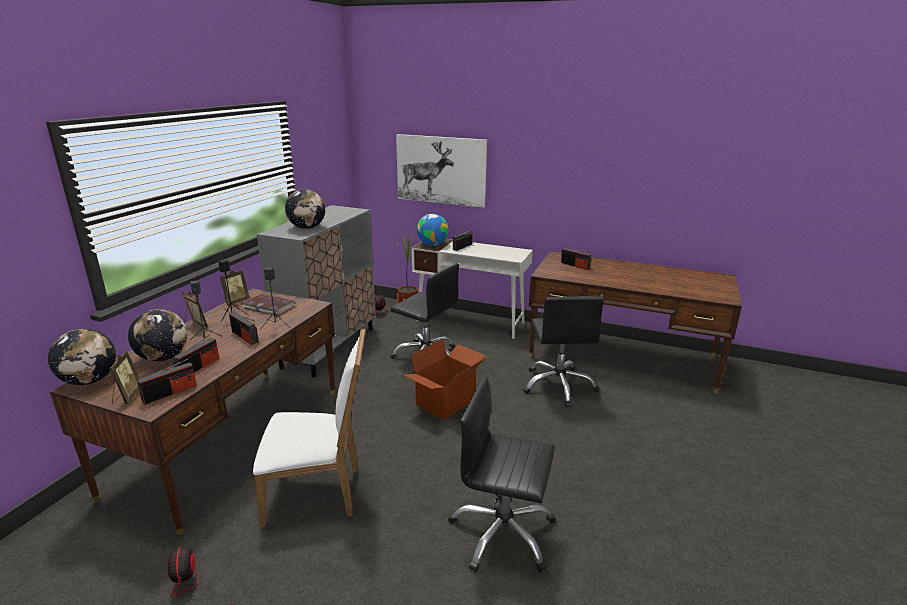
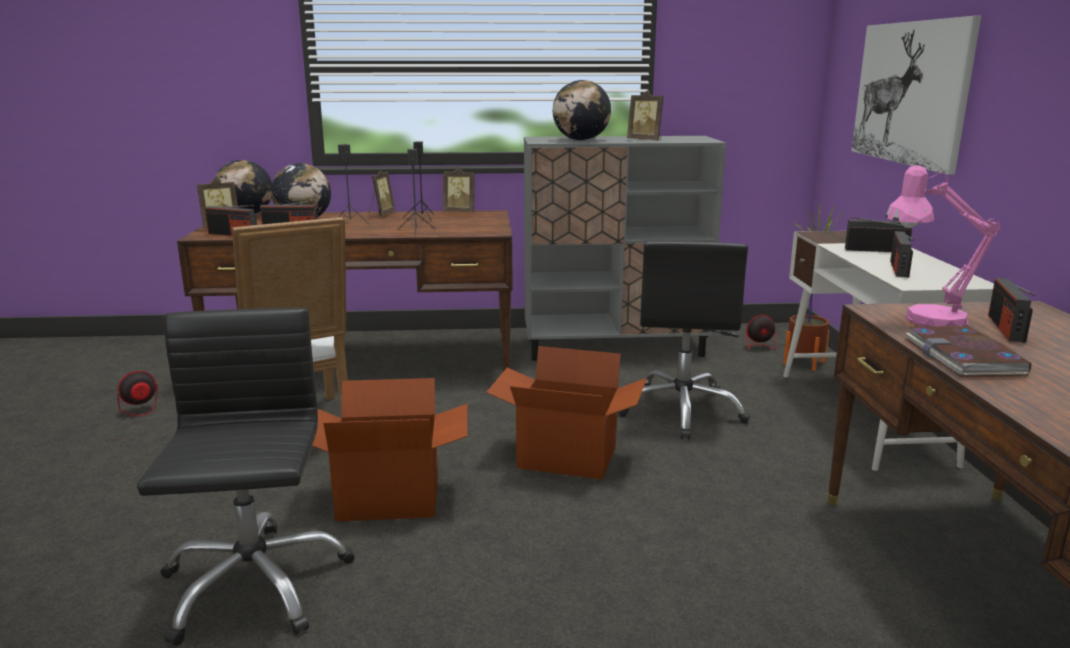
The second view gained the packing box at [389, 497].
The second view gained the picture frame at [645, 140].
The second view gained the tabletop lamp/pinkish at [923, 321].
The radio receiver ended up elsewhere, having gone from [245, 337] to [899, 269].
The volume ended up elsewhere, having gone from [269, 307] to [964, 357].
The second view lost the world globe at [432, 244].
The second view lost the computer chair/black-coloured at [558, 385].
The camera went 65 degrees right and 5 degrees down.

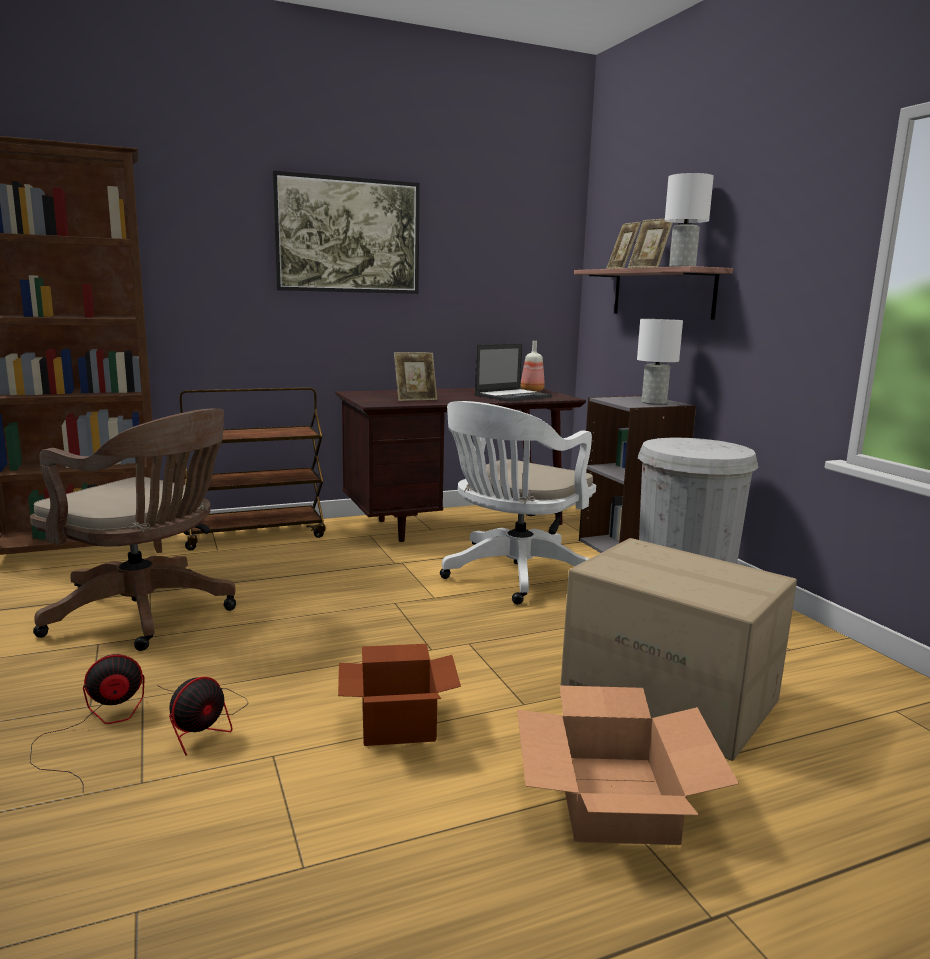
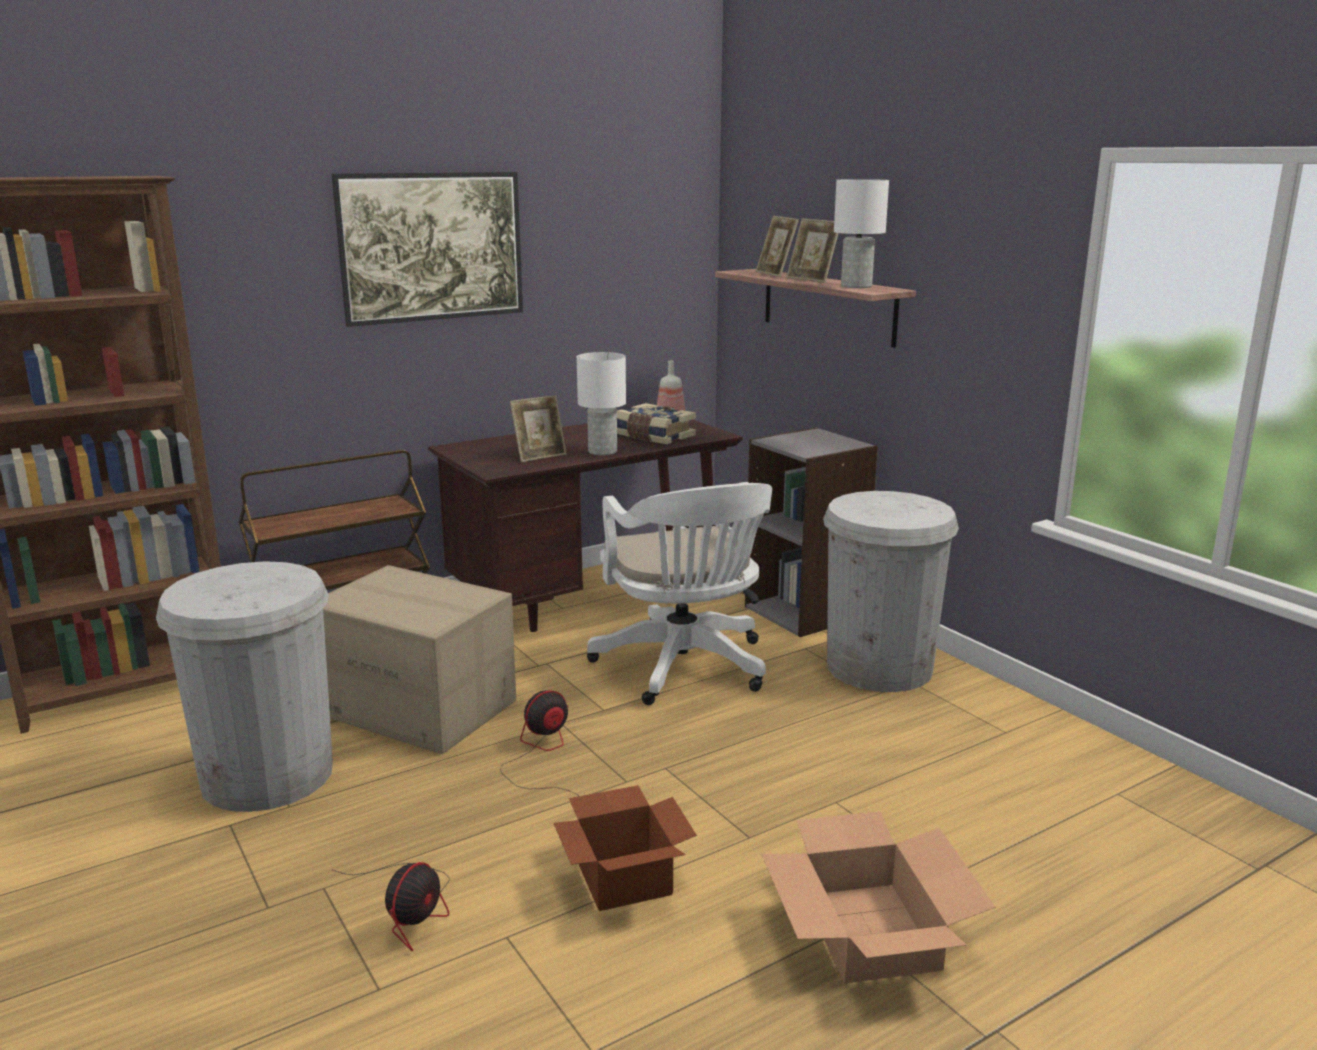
Where the computer chair/brown stood at [147, 614], the trash can/white came to stand at [267, 775].
The packing box ended up elsewhere, having gone from [670, 696] to [419, 707].
The cooling fan ended up elsewhere, having gone from [96, 727] to [542, 754].
The tabletop lamp/white ended up elsewhere, having gone from [654, 403] to [603, 452].
The computer chair/white at [513, 576] ended up facing another way, 45 degrees counterclockwise from before.
Where the portable computer stood at [513, 396], the volume came to stand at [654, 436].
The camera went 10 degrees left and 5 degrees up.

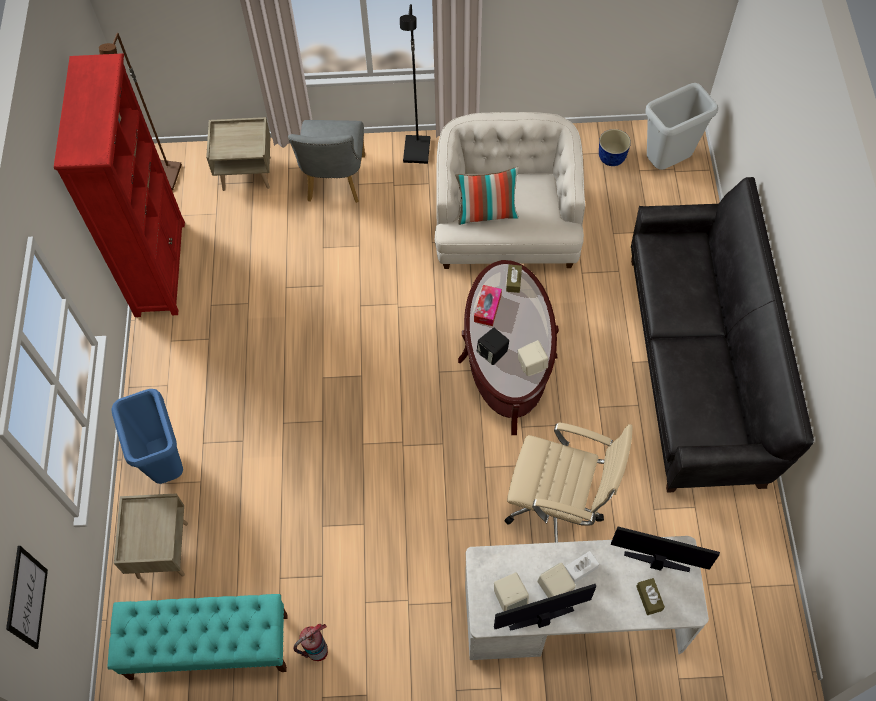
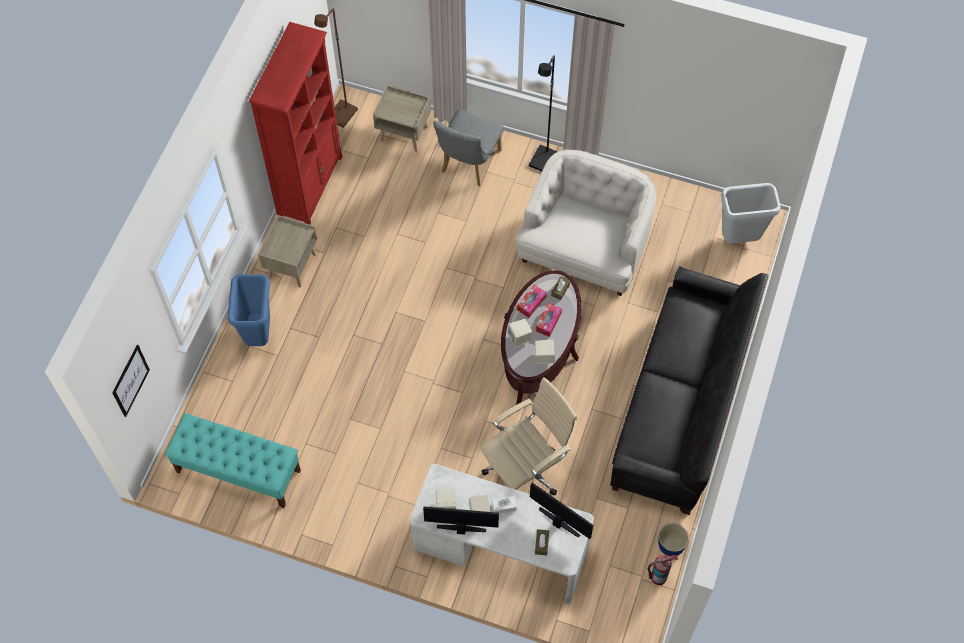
The nightstand/beige-coloured ended up elsewhere, having gone from [162, 549] to [292, 265].
The computer chair/beige-coloured at [558, 508] ended up facing another way, 75 degrees counterclockwise from before.
What was the audio speaker/black-coloured at [492, 353] turned into the audio speaker/beige-coloured at [519, 338].
The second view gained the box of tissues at [548, 322].
The fire-fighting cylinder ended up elsewhere, having gone from [317, 651] to [658, 577].
The plant pot ended up elsewhere, having gone from [612, 159] to [671, 546].
The second view lost the cushion at [487, 213].
The camera went 20 degrees right and 0 degrees up.

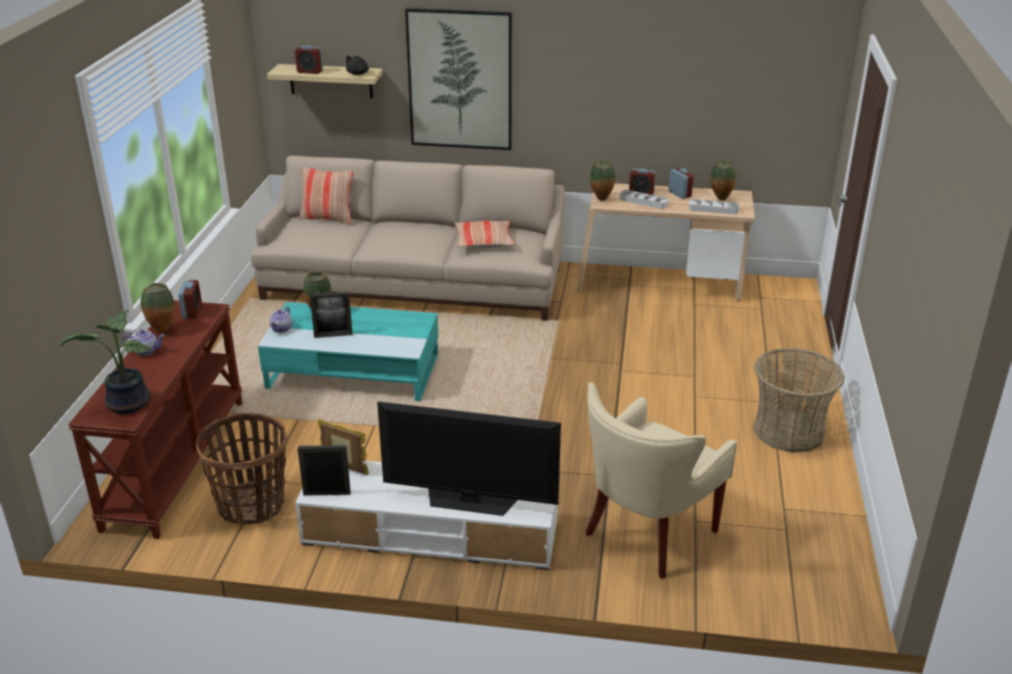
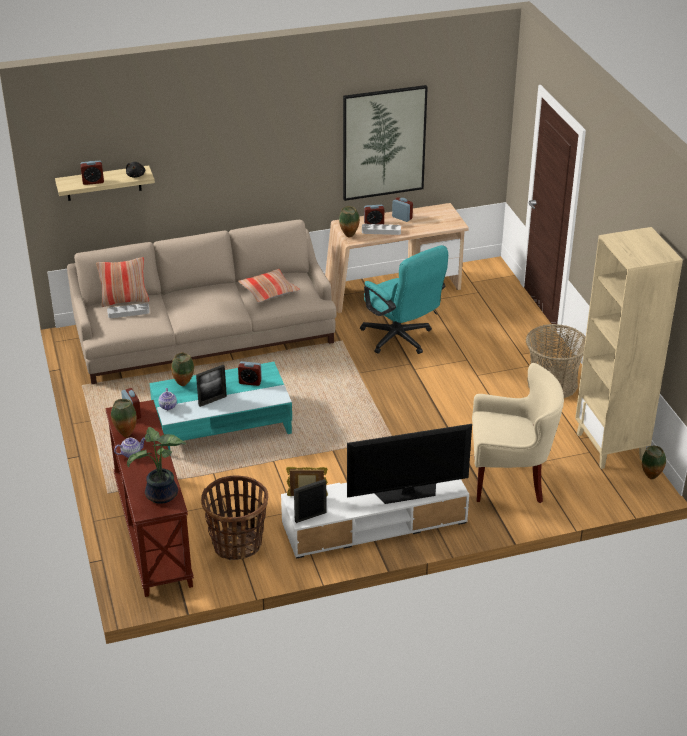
The carrying tray/greyish ended up elsewhere, having gone from [713, 209] to [128, 313].
The second view gained the bedside clock at [250, 382].
The picture ended up elsewhere, having gone from [460, 80] to [384, 143].
The second view gained the computer chair/blue-green at [401, 340].
The easy chair/beige-coloured at [647, 534] ended up facing another way, 105 degrees counterclockwise from before.
The second view gained the bookshelf/beige-coloured at [611, 447].
The vase ended up elsewhere, having gone from [721, 199] to [651, 478].
The camera went 25 degrees left and 5 degrees up.

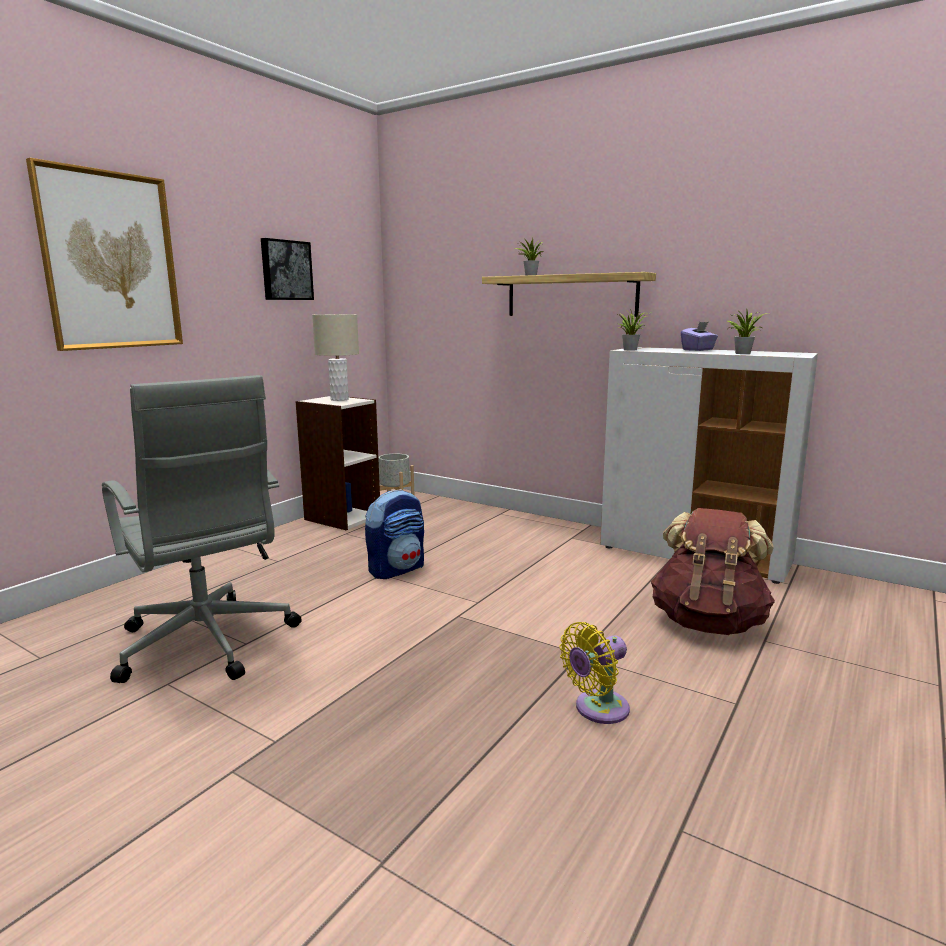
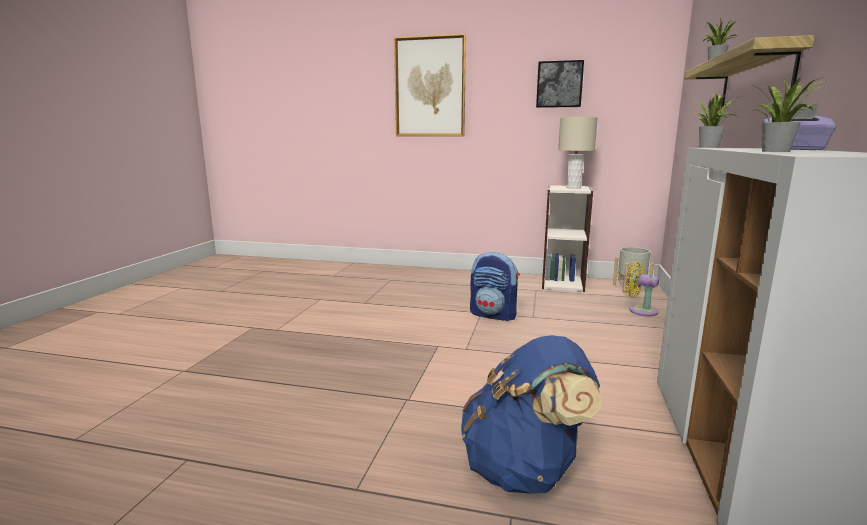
What was the backpack/brown at [708, 623] turned into the backpack/bluish at [524, 469].
The cooling fan/yellow-coloured ended up elsewhere, having gone from [597, 709] to [640, 310].
The second view lost the computer chair/greyish at [207, 644].
The camera went 70 degrees right and 0 degrees up.

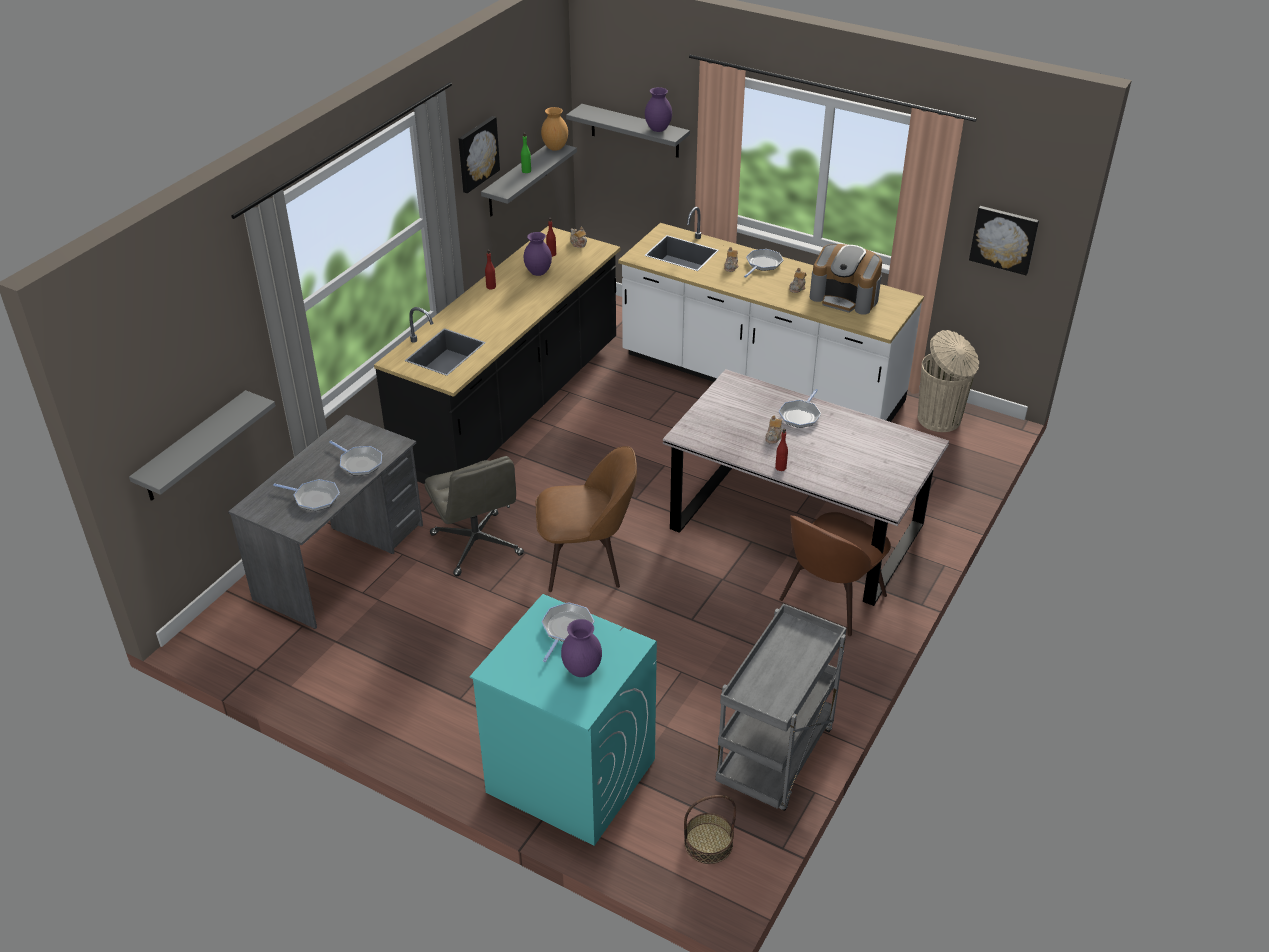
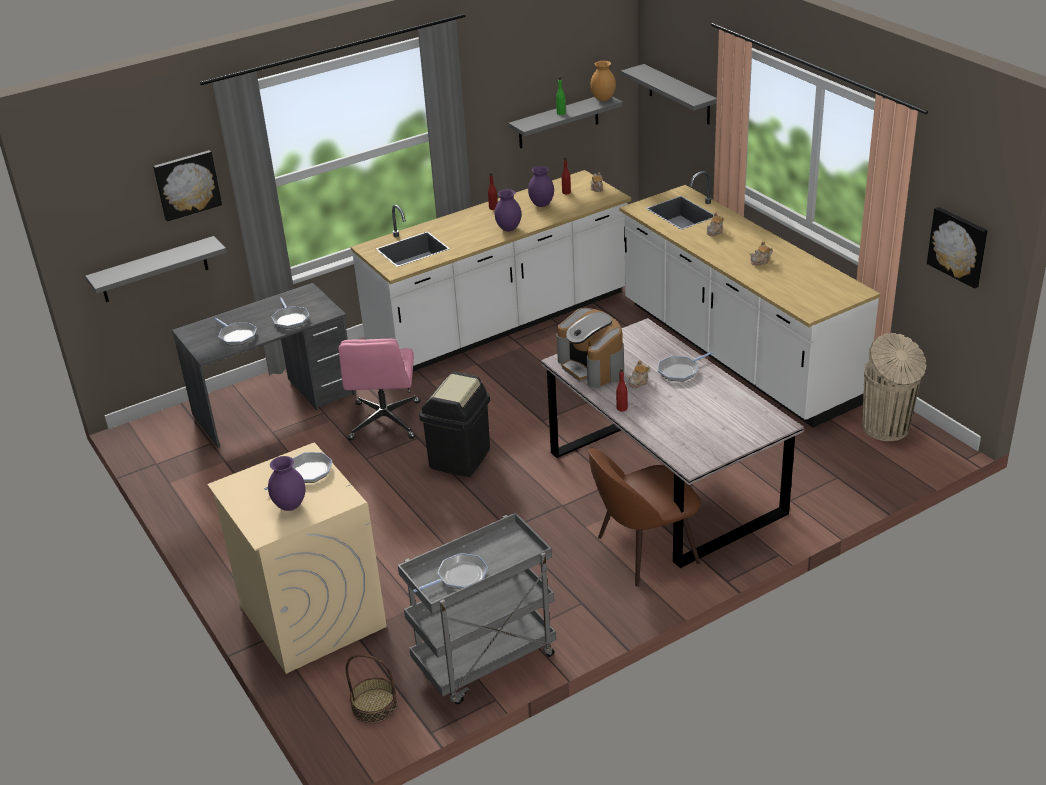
The picture ended up elsewhere, having gone from [477, 153] to [187, 184].
What was the laundry machine/blue-green at [569, 775] turned into the laundry machine/beige-coloured at [311, 615].
What was the computer chair/greyish at [477, 545] turned into the computer chair/pinkish at [385, 421].
What was the kitchen base unit/black-coloured at [512, 406] turned into the kitchen base unit/white at [501, 323].
The frying pan ended up elsewhere, having gone from [763, 264] to [459, 577].
Where the chair/brown stood at [586, 561], the trash can/black-coloured came to stand at [460, 458].
The vase/purple ended up elsewhere, having gone from [658, 130] to [508, 229].
The coffee brewer ended up elsewhere, having gone from [845, 297] to [592, 366].
The camera went 30 degrees right and 5 degrees down.

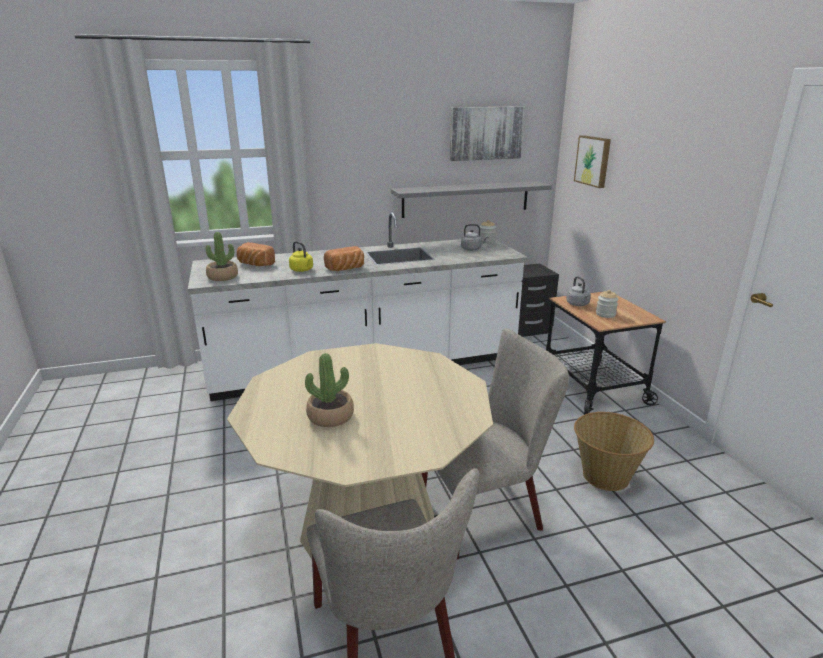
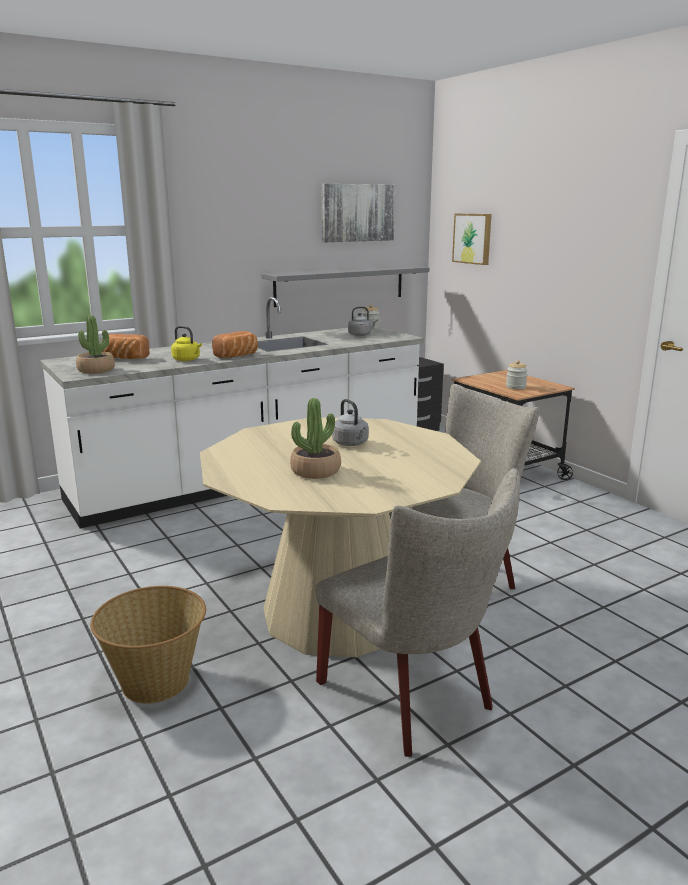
The storage basket ended up elsewhere, having gone from [605, 475] to [156, 680].
The tea kettle/greyish ended up elsewhere, having gone from [578, 304] to [351, 444].
The camera went 15 degrees left and 5 degrees down.

